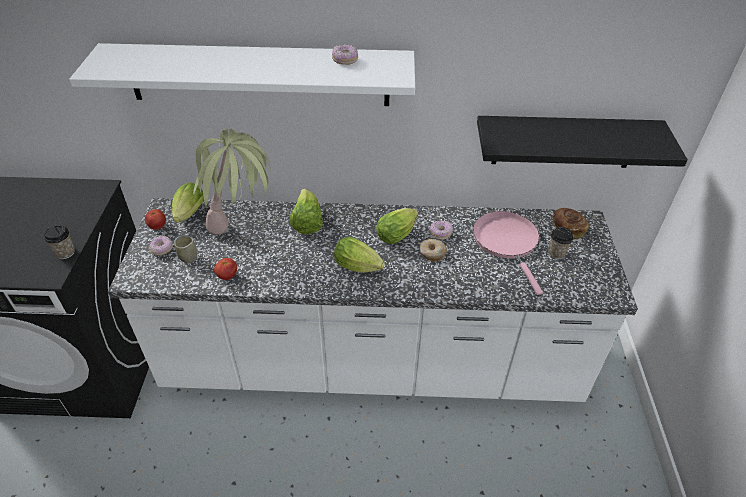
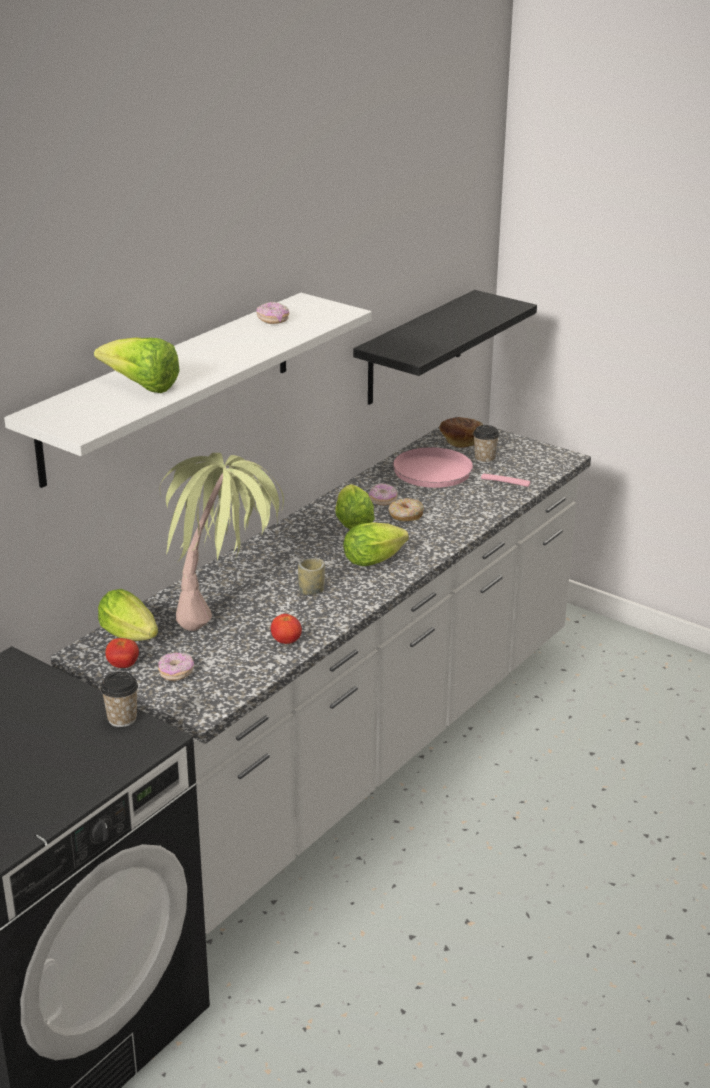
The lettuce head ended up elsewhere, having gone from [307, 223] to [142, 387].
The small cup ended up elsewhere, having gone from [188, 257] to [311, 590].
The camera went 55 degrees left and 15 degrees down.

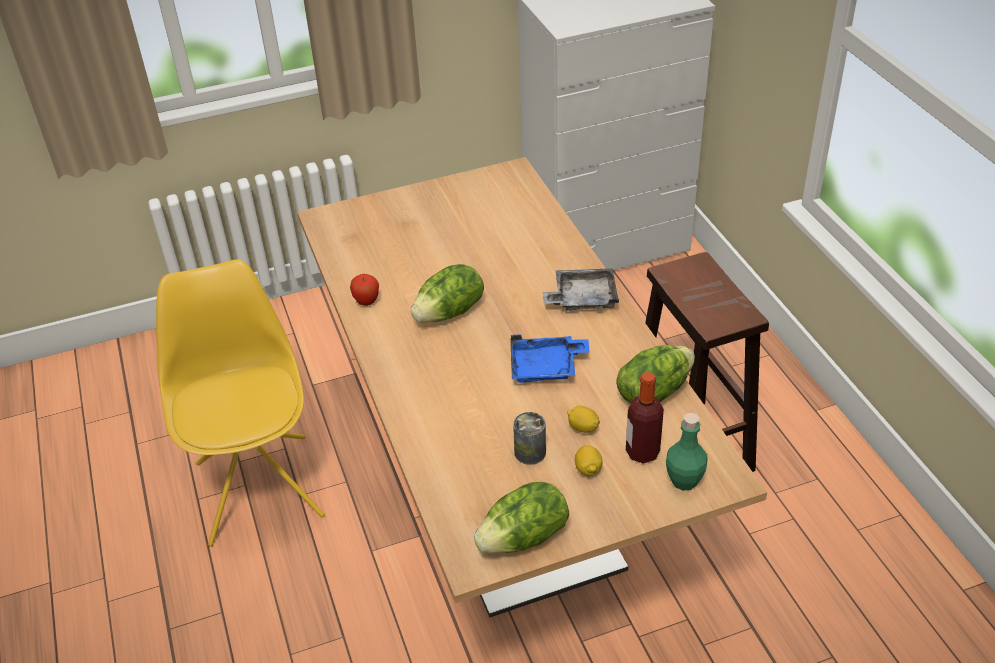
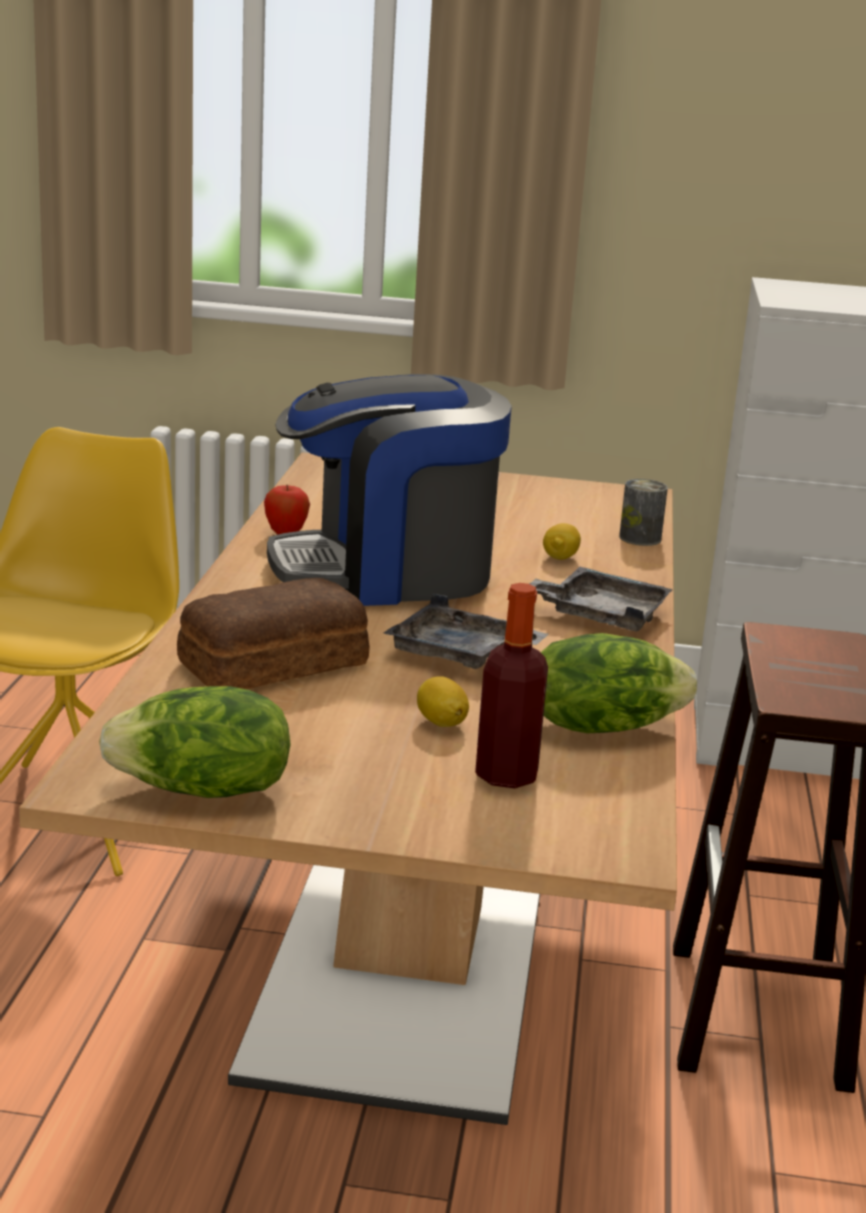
The second view gained the bread at [269, 663].
Where the lettuce head stood at [450, 312], the coffee brewer came to stand at [387, 572].
What was the carrying tray/bluish at [546, 367] turned into the carrying tray/greyish at [460, 654].
The citrus fruit ended up elsewhere, having gone from [588, 469] to [560, 558].
The can ended up elsewhere, having gone from [530, 452] to [640, 538].
The second view lost the beverage bottle/green-coloured at [684, 481].
The camera went 25 degrees right and 20 degrees down.

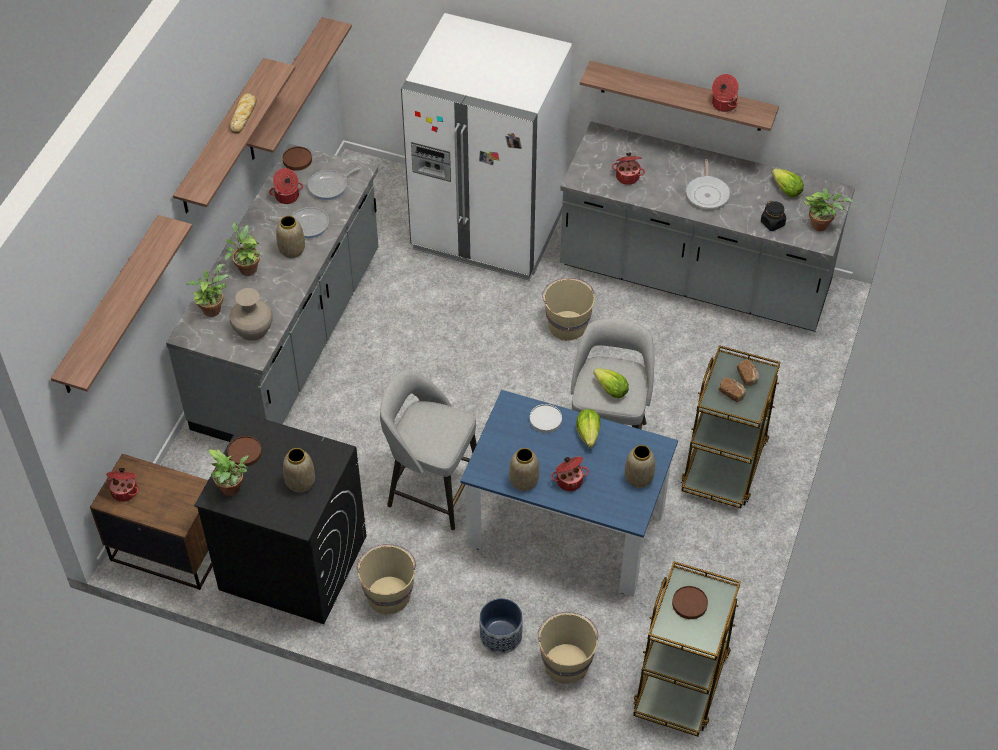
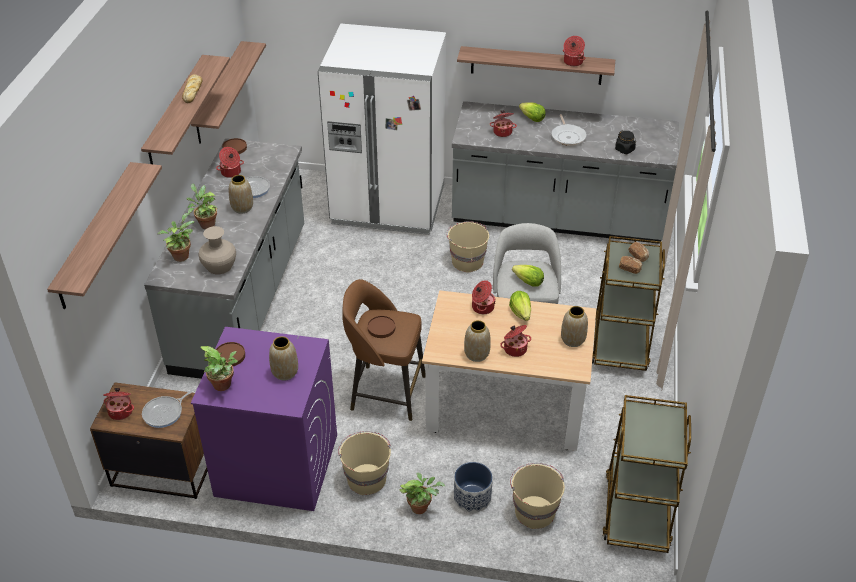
The frying pan ended up elsewhere, having gone from [330, 186] to [165, 413].
What was the laundry machine/black-coloured at [292, 562] turned into the laundry machine/purple at [276, 465].
What was the sitting stool/greyish at [432, 489] turned into the sitting stool/brown at [385, 392].
The flat dish/brown ended up elsewhere, having gone from [690, 604] to [381, 328].
The plant in a pot ended up elsewhere, having gone from [821, 225] to [421, 507].
What was the dining table/bluish at [566, 528] turned into the dining table/beige-coloured at [506, 406].
Where the flat dish/white stood at [545, 420], the stockpot came to stand at [482, 307].
The lettuce head ended up elsewhere, having gone from [786, 190] to [532, 119].
The camera went 10 degrees left and 10 degrees down.

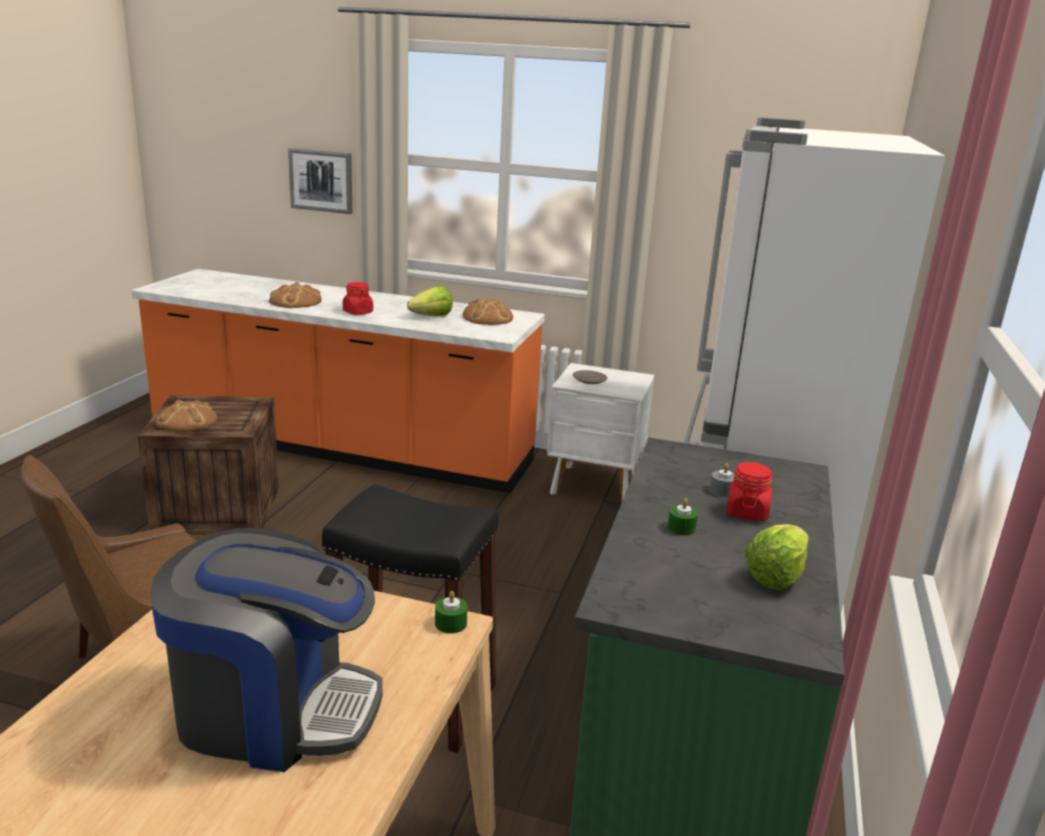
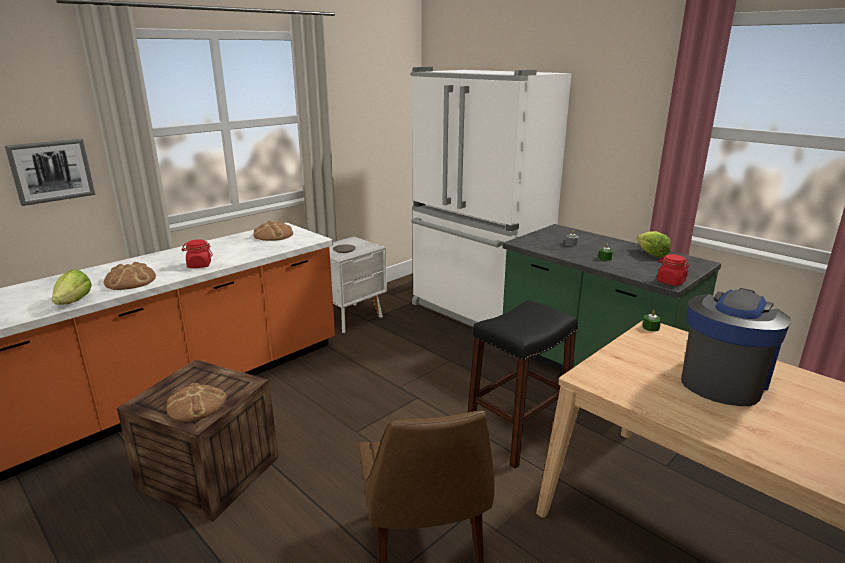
The lettuce head ended up elsewhere, having gone from [432, 316] to [74, 302].
The jar/reddish ended up elsewhere, having gone from [746, 512] to [670, 282].
The camera went 60 degrees left and 0 degrees up.

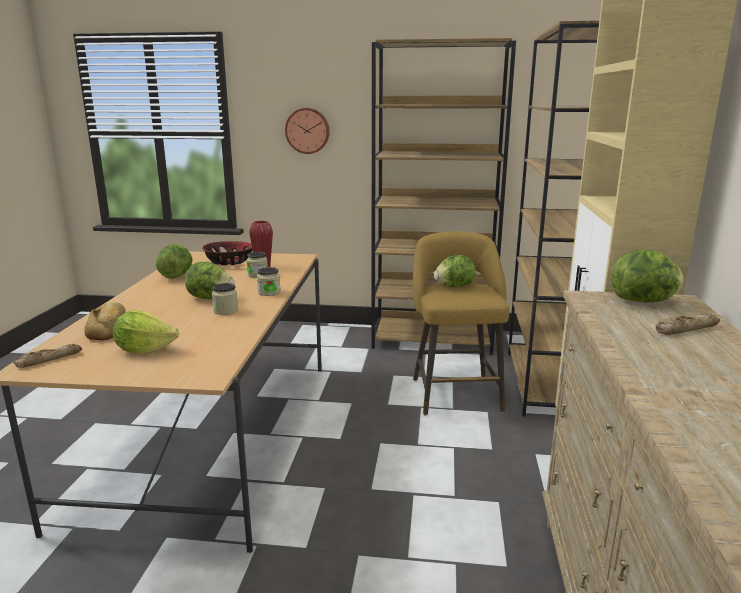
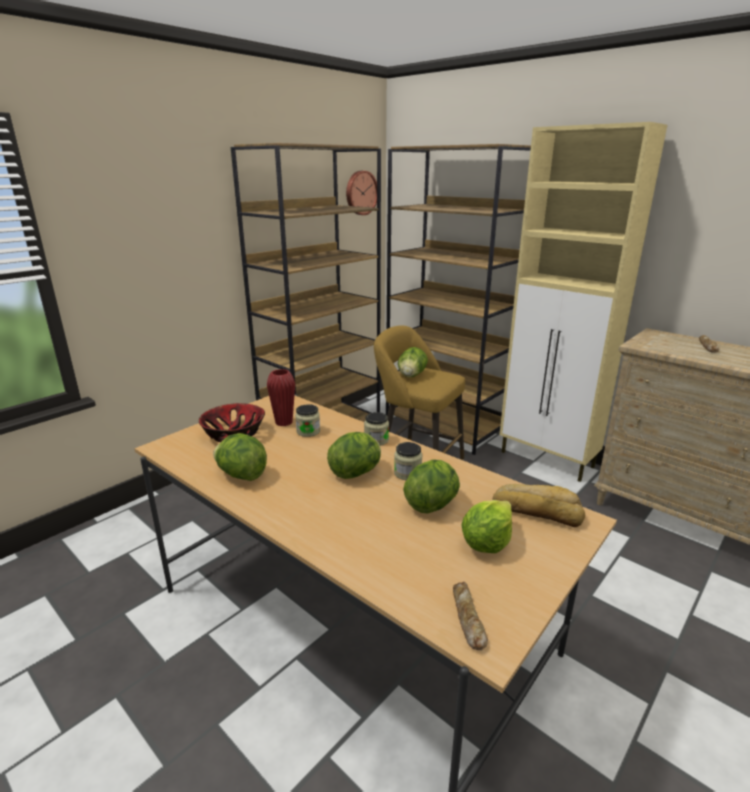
The clock on the wall ended up elsewhere, having gone from [307, 130] to [360, 193].
The lettuce head ended up elsewhere, having gone from [643, 301] to [432, 504].
The bread ended up elsewhere, having gone from [110, 327] to [537, 510].
The camera went 55 degrees left and 5 degrees up.

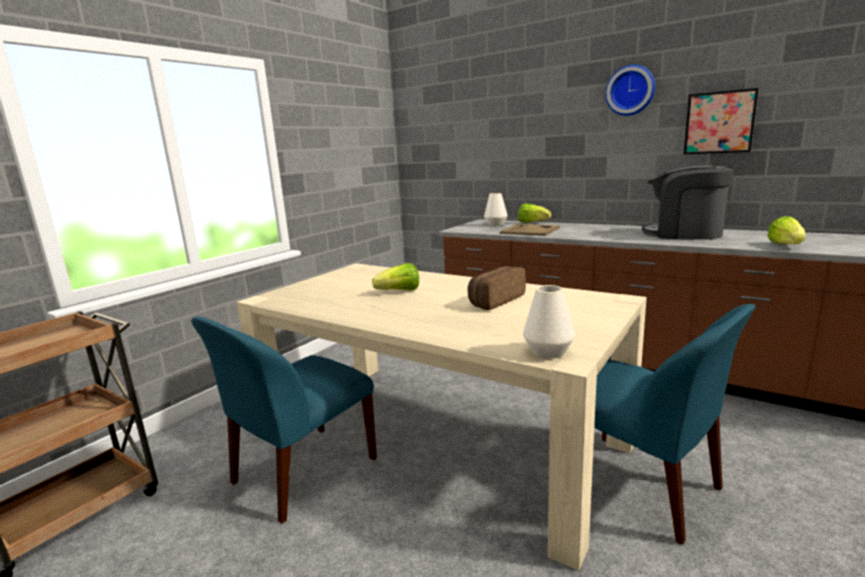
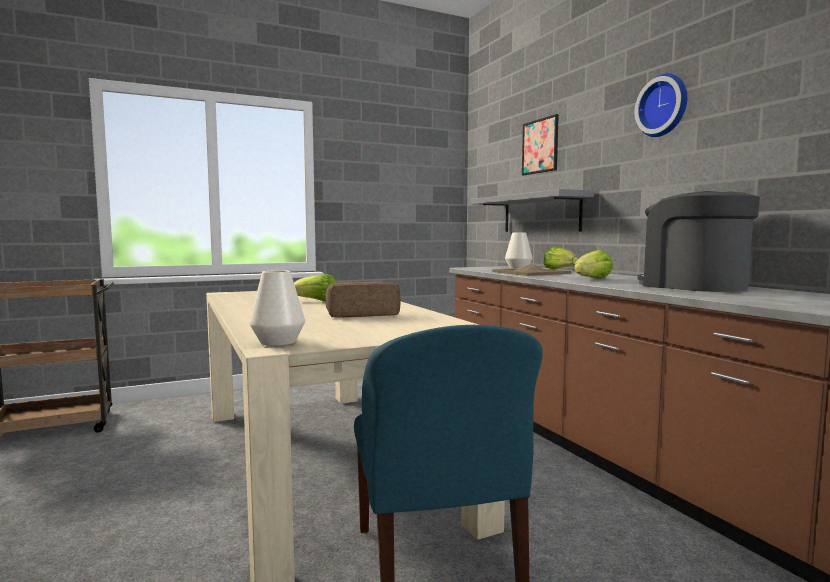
The second view gained the shelf/greyish at [540, 213].
The picture ended up elsewhere, having gone from [719, 122] to [540, 146].
The lettuce head ended up elsewhere, having gone from [786, 246] to [592, 279].
The second view lost the chair/bluish at [302, 472].
The camera went 30 degrees right and 10 degrees down.

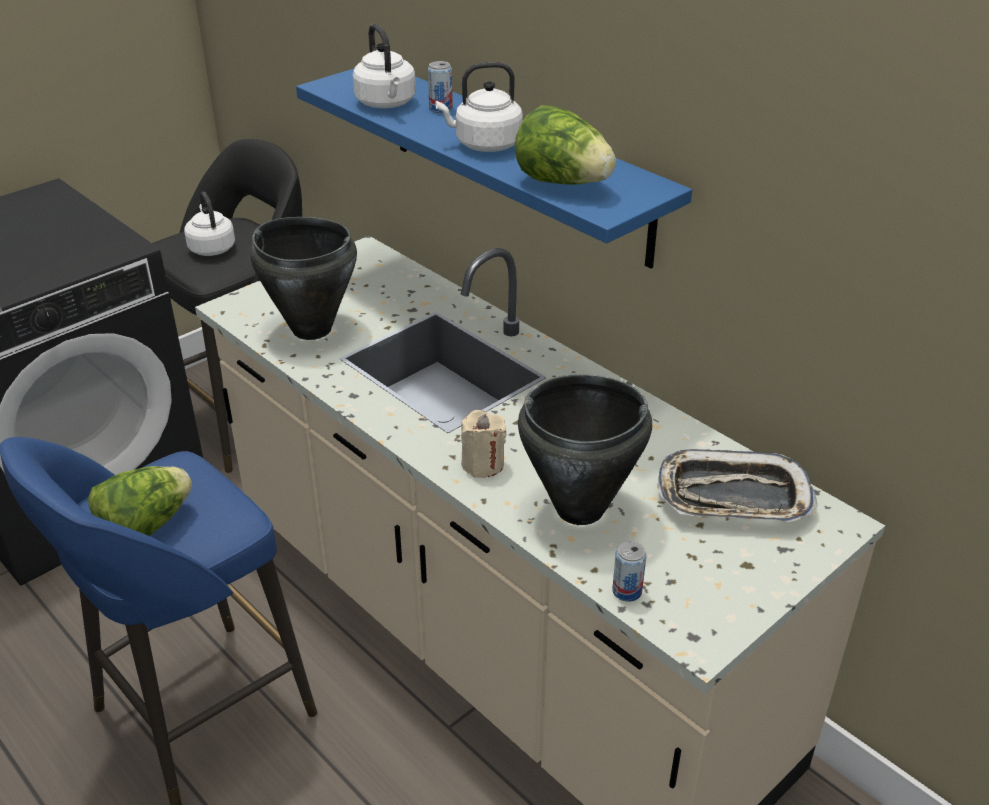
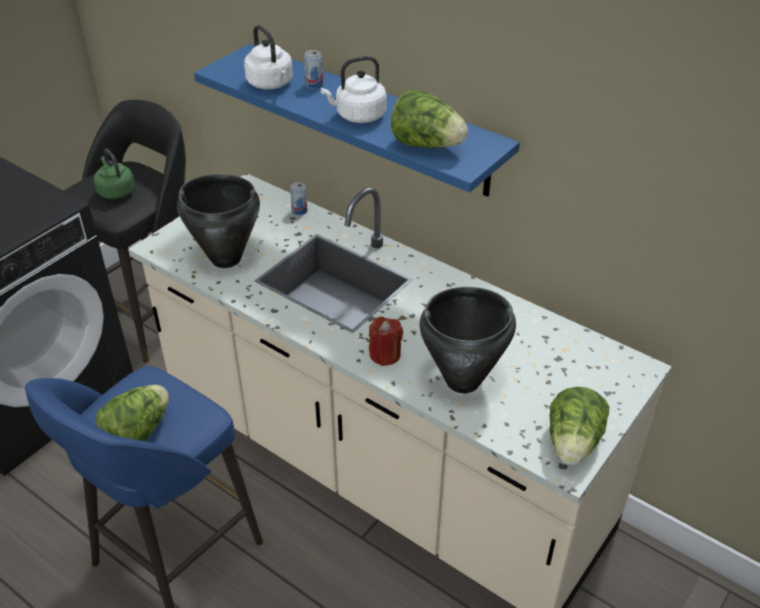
What was the tea kettle/white at [211, 247] turned into the tea kettle/green-coloured at [115, 191].
The can ended up elsewhere, having gone from [627, 591] to [299, 211].
What was the wax light/beige-coloured at [483, 464] turned into the wax light/reddish at [385, 354].
The second view gained the lettuce head at [573, 443].
The second view lost the carrying tray at [732, 497].
The camera went 10 degrees left and 5 degrees up.

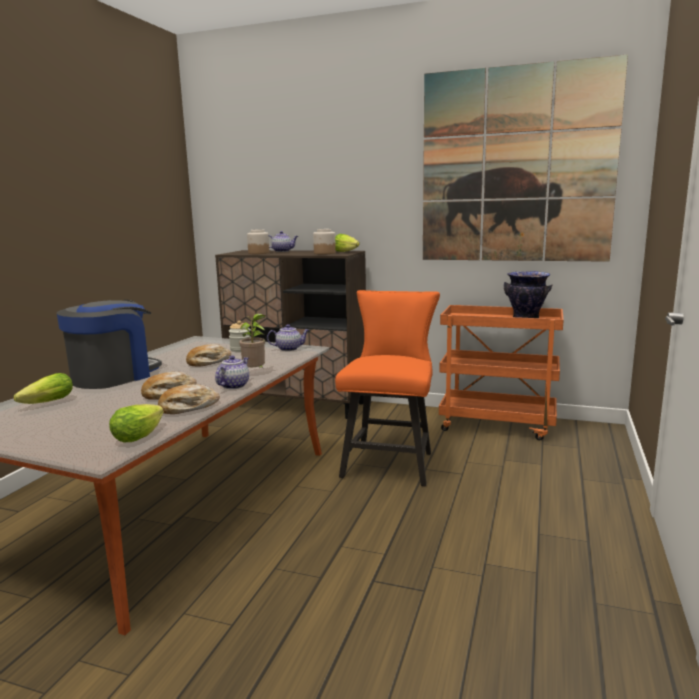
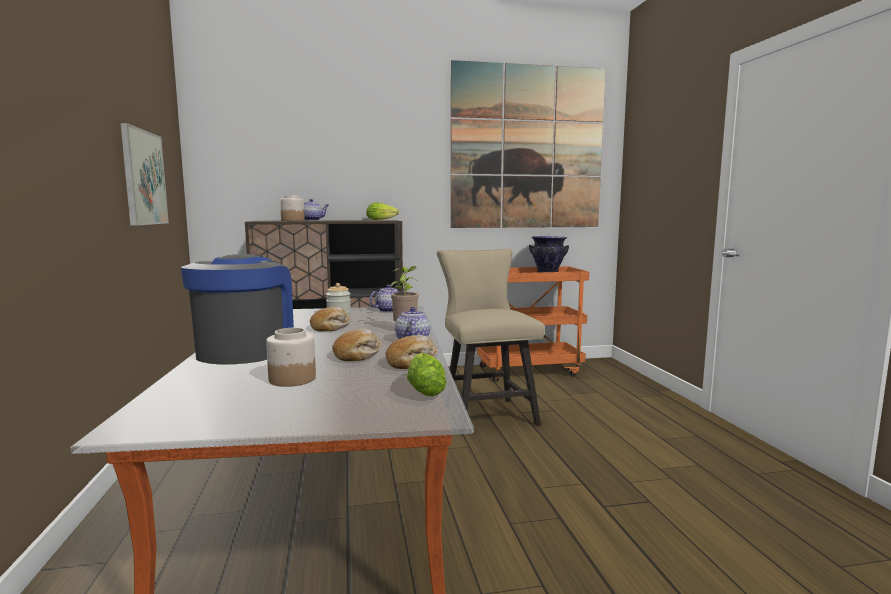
The second view gained the picture at [144, 178].
The jar ended up elsewhere, having gone from [324, 253] to [291, 379].
What was the chair/orange at [390, 461] turned into the chair/beige-coloured at [485, 412].
The second view lost the lettuce head at [45, 403].
The camera went 30 degrees left and 5 degrees down.

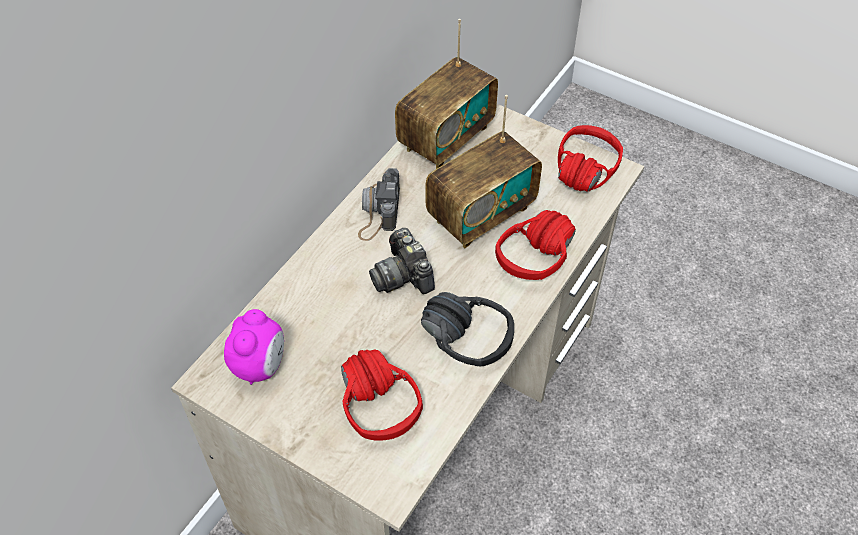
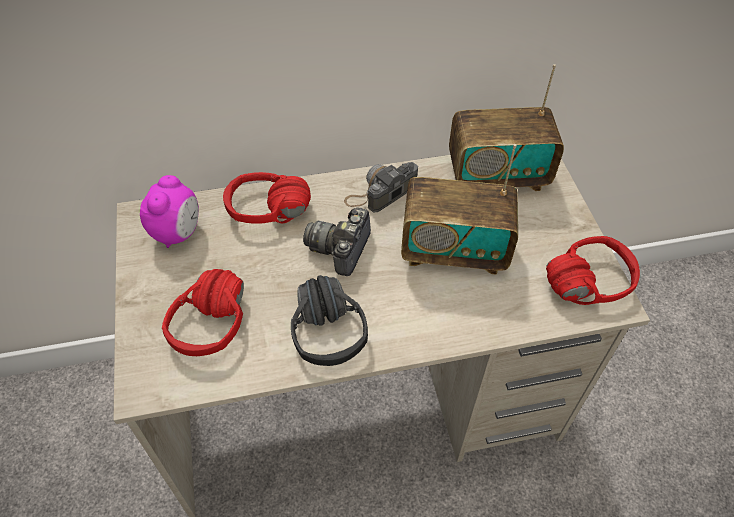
The bedside clock at [260, 365] ended up facing another way, 45 degrees counterclockwise from before.
The pair of headphones/reddish ended up elsewhere, having gone from [546, 264] to [268, 219].
The camera went 45 degrees right and 0 degrees up.

